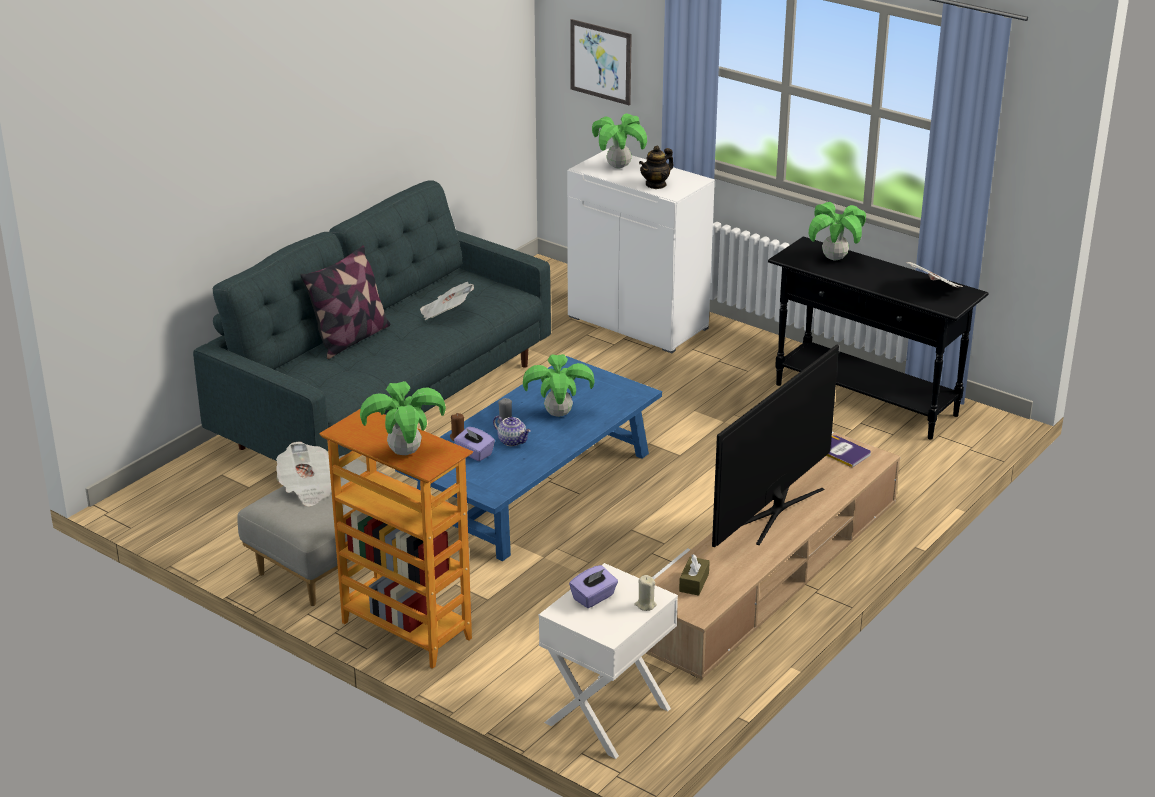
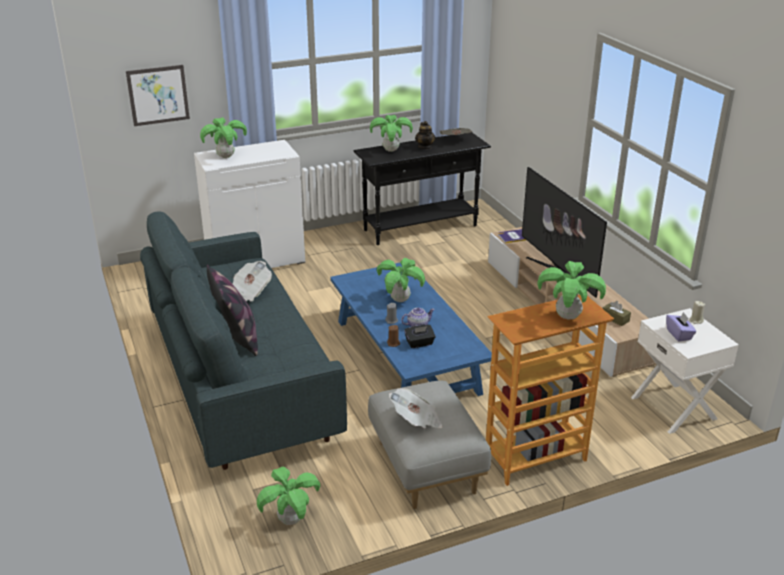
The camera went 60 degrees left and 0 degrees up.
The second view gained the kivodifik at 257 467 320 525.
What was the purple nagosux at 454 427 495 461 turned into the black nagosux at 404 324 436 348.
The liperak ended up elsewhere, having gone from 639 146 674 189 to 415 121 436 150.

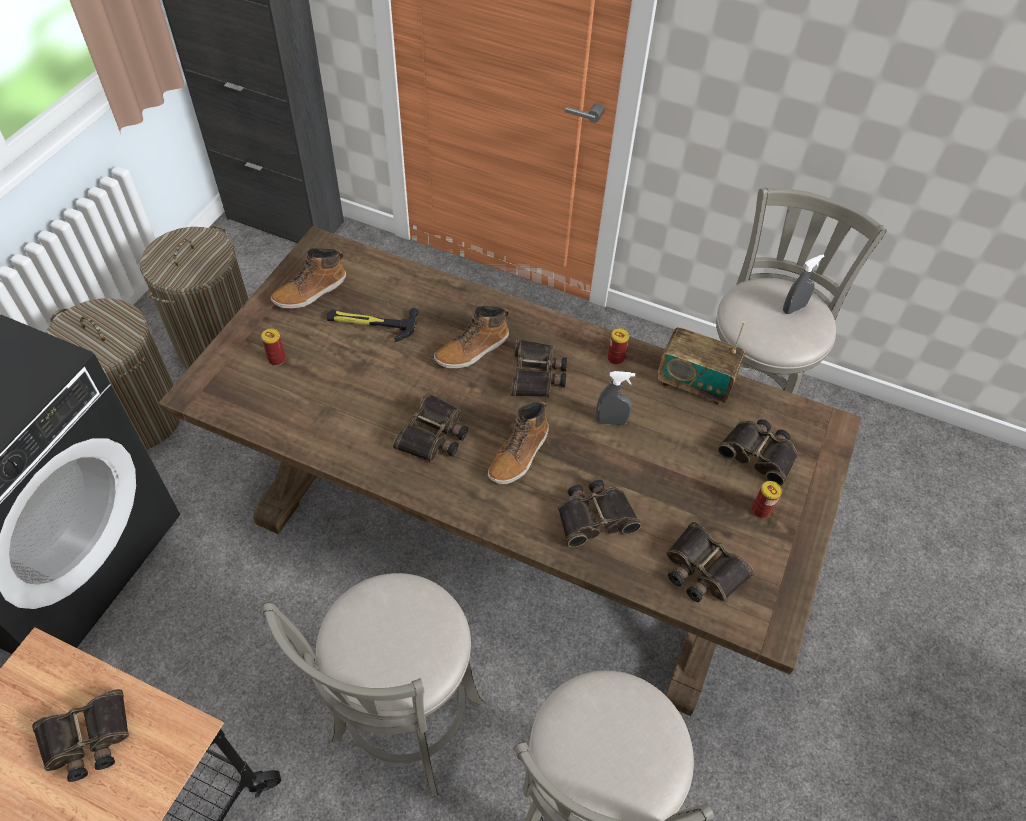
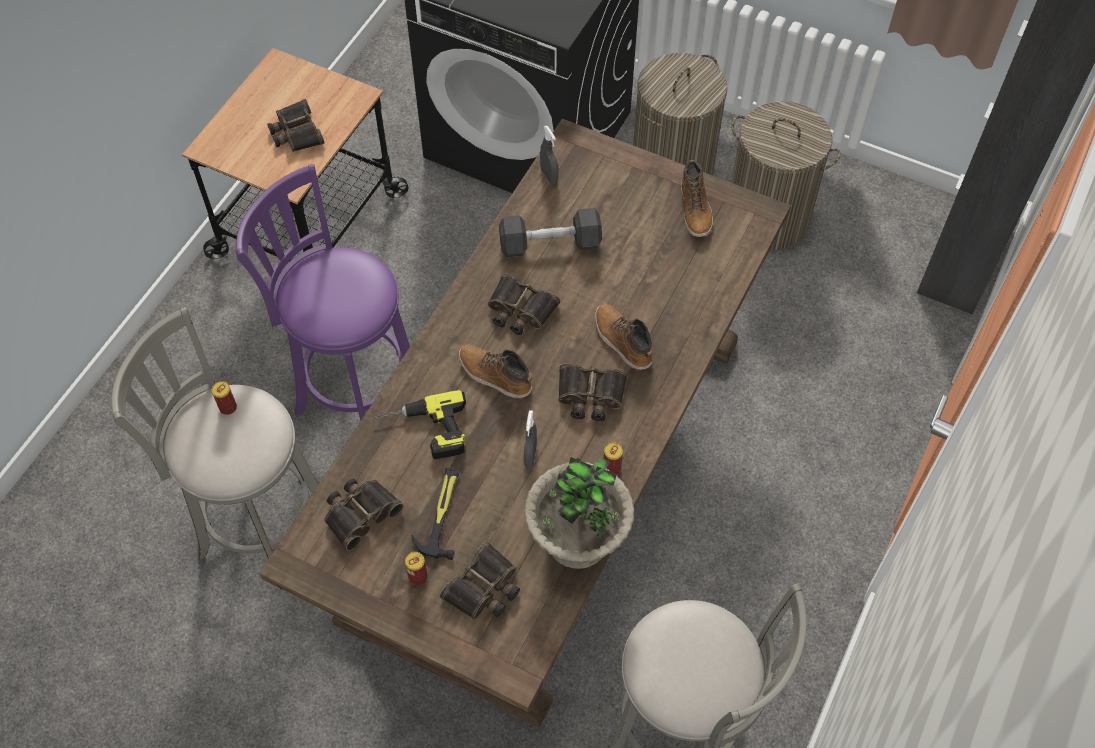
The camera went 95 degrees right and 5 degrees up.
The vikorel ended up elsewhere, having gone from 261 329 286 366 to 212 381 237 415.
What was the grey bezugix at 262 573 485 797 turned into the purple bezugix at 236 164 410 421.
Where the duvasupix stood at 558 480 641 547, the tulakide came to stand at 373 390 466 459.
The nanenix ended up elsewhere, having gone from 327 308 419 342 to 411 468 459 560.
The second view gained the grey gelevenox at 499 208 602 257.
Where the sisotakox stood at 657 322 745 405, the kivodifik came to stand at 524 457 634 569.
The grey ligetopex ended up elsewhere, having gone from 783 254 824 314 to 540 126 559 185.
The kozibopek at 271 248 347 309 ended up facing another way, 150 degrees counterclockwise from before.

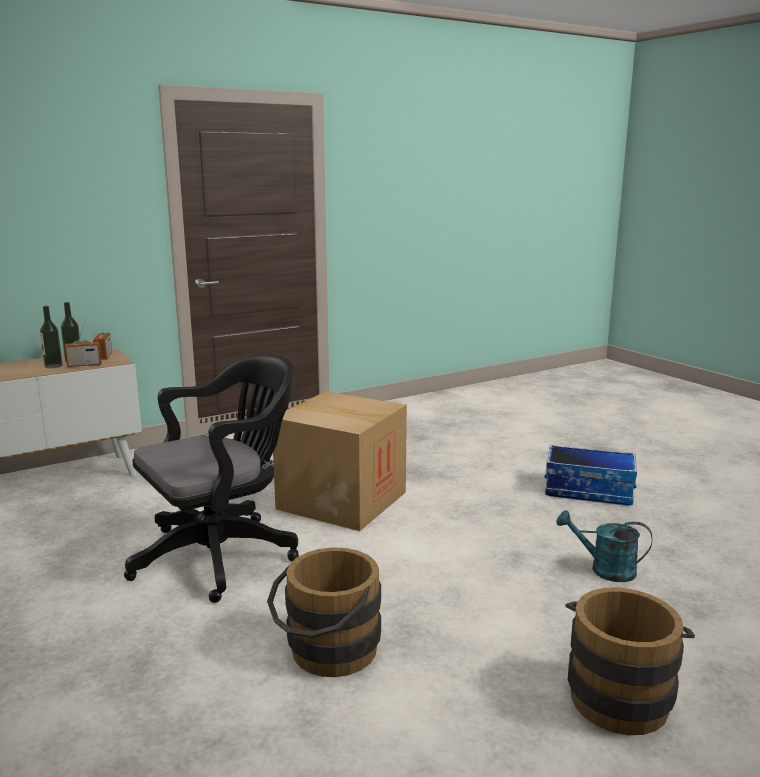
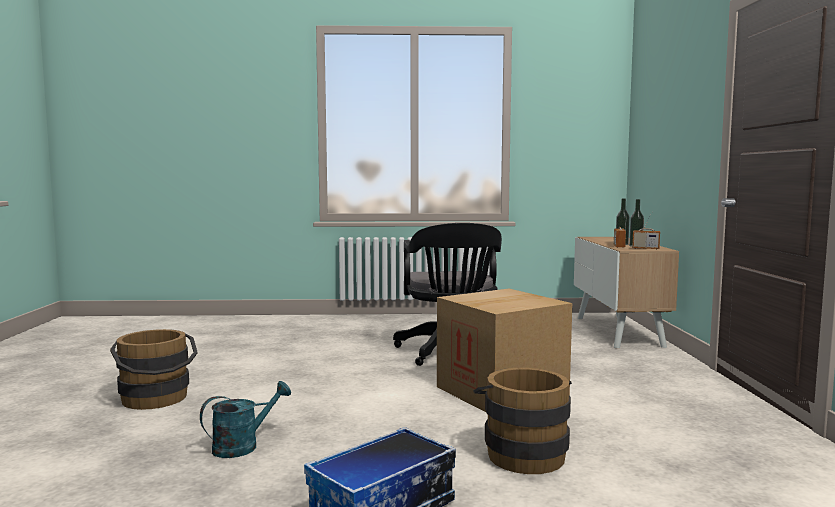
The camera went 120 degrees right and 10 degrees down.
The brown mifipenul ended up elsewhere, having gone from 267 547 381 677 to 473 368 572 474.

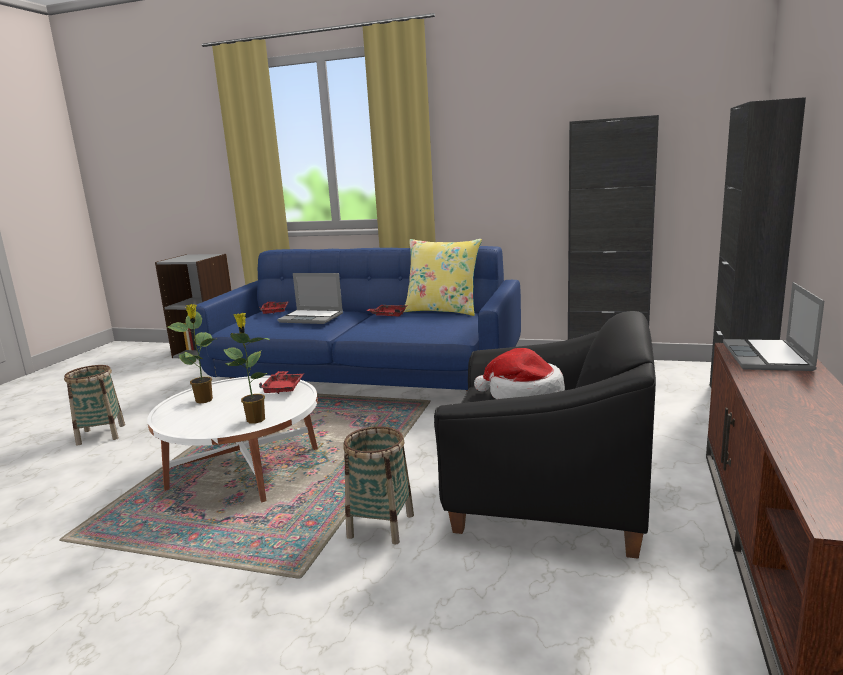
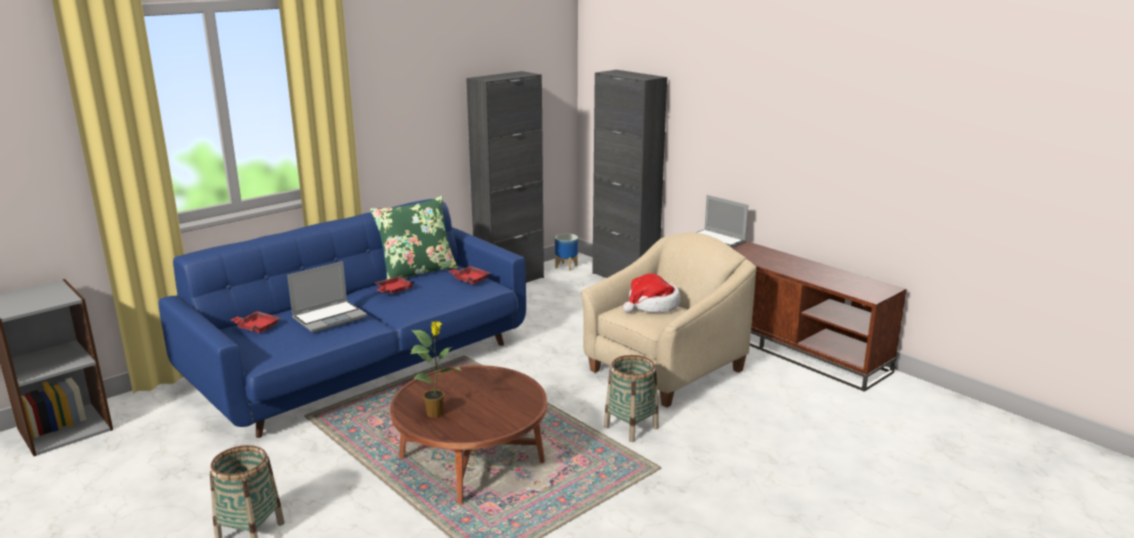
The camera went 60 degrees left and 5 degrees up.
What was the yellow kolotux at 404 239 482 316 turned into the green kolotux at 370 196 458 279.
What was the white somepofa at 147 376 318 502 turned into the brown somepofa at 390 365 547 505.
The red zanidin ended up elsewhere, having gone from 259 371 304 394 to 448 266 490 284.
The second view gained the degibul at 555 233 578 271.
What was the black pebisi at 434 311 656 559 turned into the beige pebisi at 581 232 756 408.
The second view lost the kivodifik at 224 313 271 424.

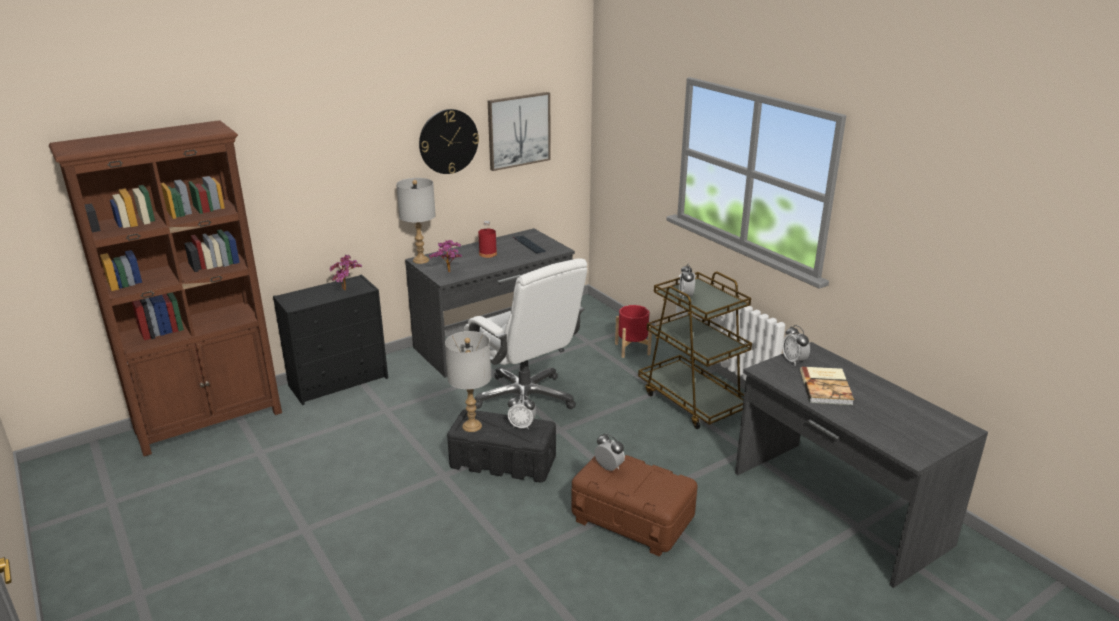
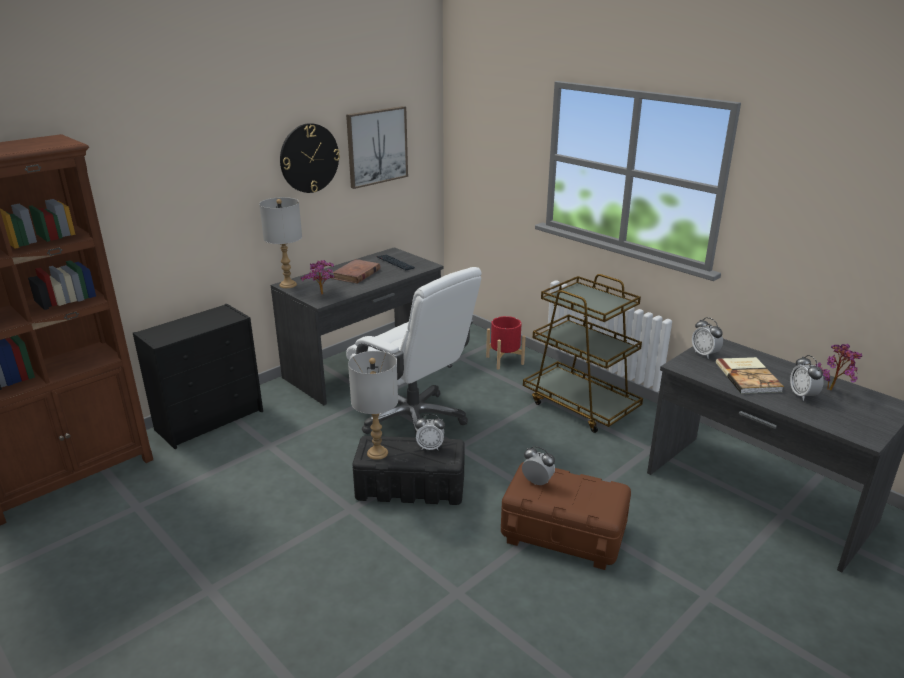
The camera went 10 degrees left and 0 degrees up.
Where the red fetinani stood at 478 221 497 258, the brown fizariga came to stand at 332 259 380 284.
The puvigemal ended up elsewhere, having gone from 679 264 695 299 to 790 355 824 401.
The kivodifik ended up elsewhere, having gone from 330 255 362 290 to 816 344 862 390.

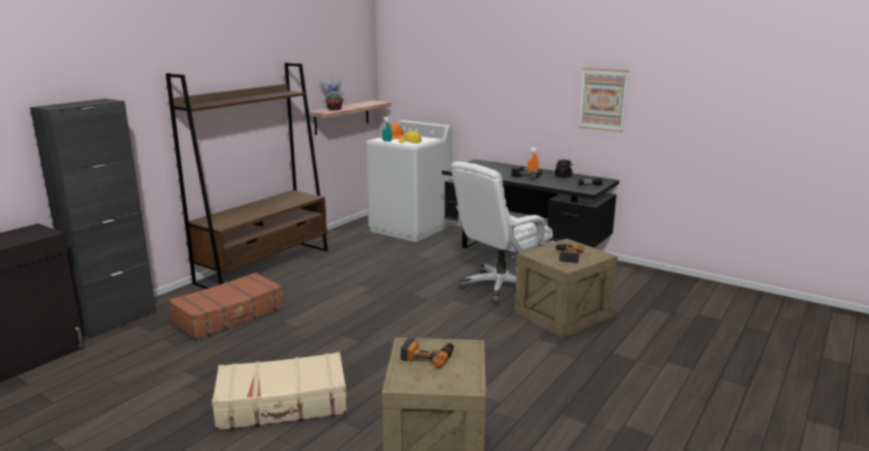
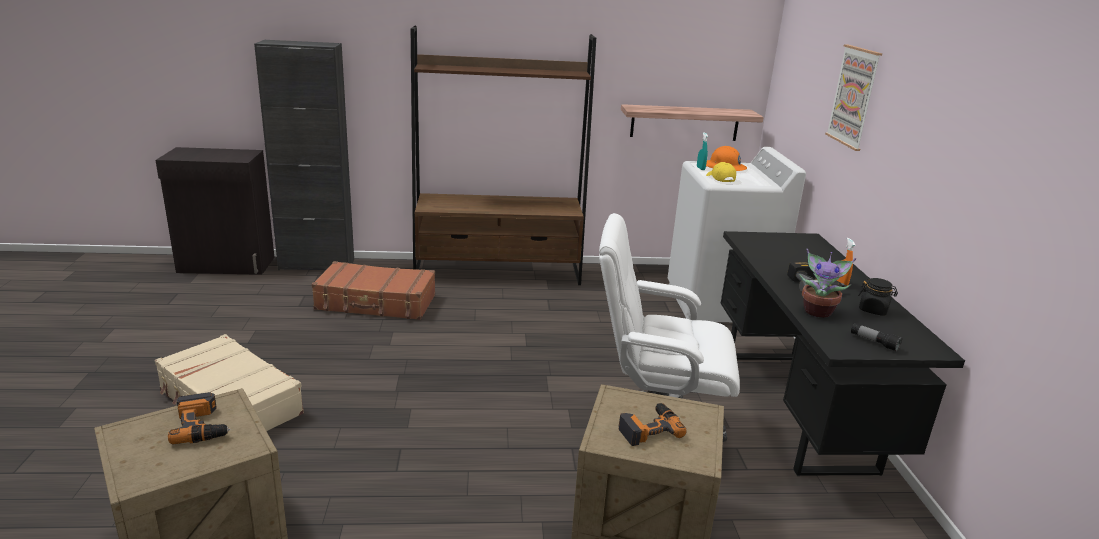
The camera went 50 degrees right and 5 degrees up.
The kivodifik ended up elsewhere, having gone from 320 80 345 110 to 799 249 856 318.
The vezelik ended up elsewhere, having gone from 579 68 628 132 to 825 44 882 151.

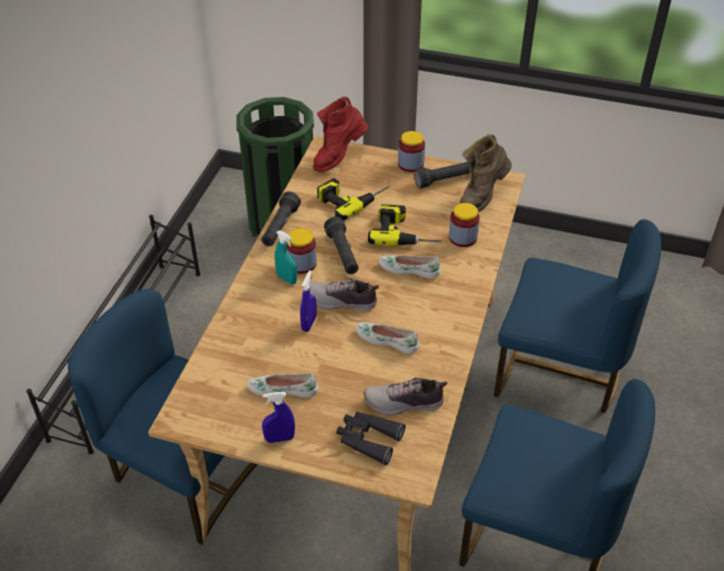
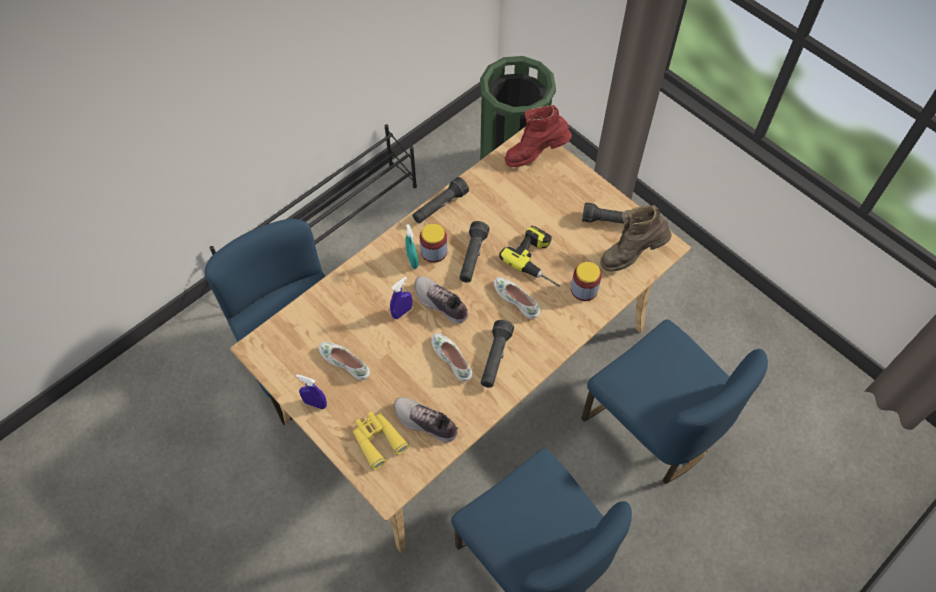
The camera went 30 degrees right and 15 degrees up.
What was the black duvasupix at 336 411 406 466 turned into the yellow duvasupix at 353 411 409 470.
The second view gained the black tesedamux at 481 320 514 388.
The second view lost the tulakide at 317 178 390 221.
The second view lost the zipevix at 398 131 425 172.

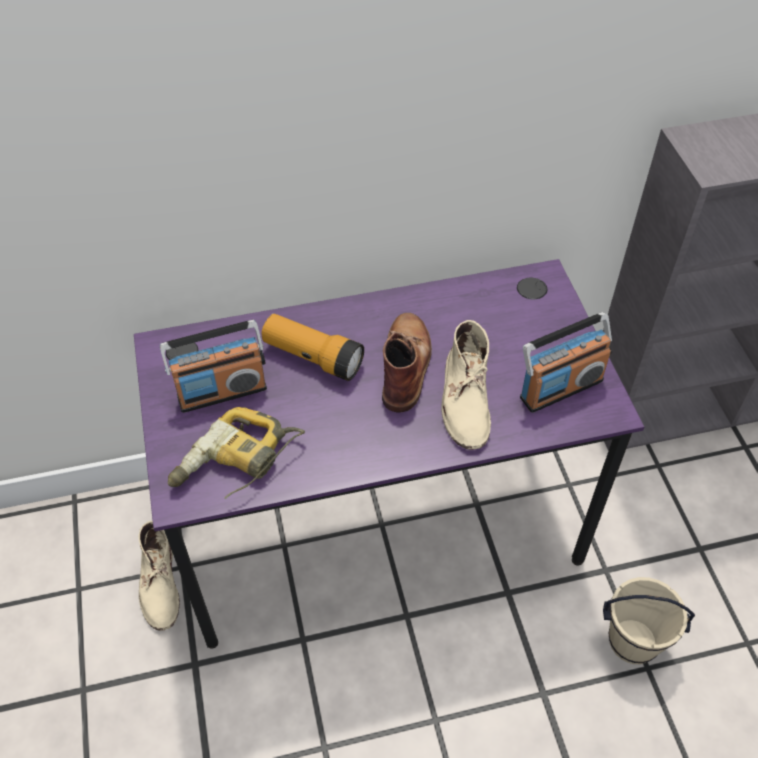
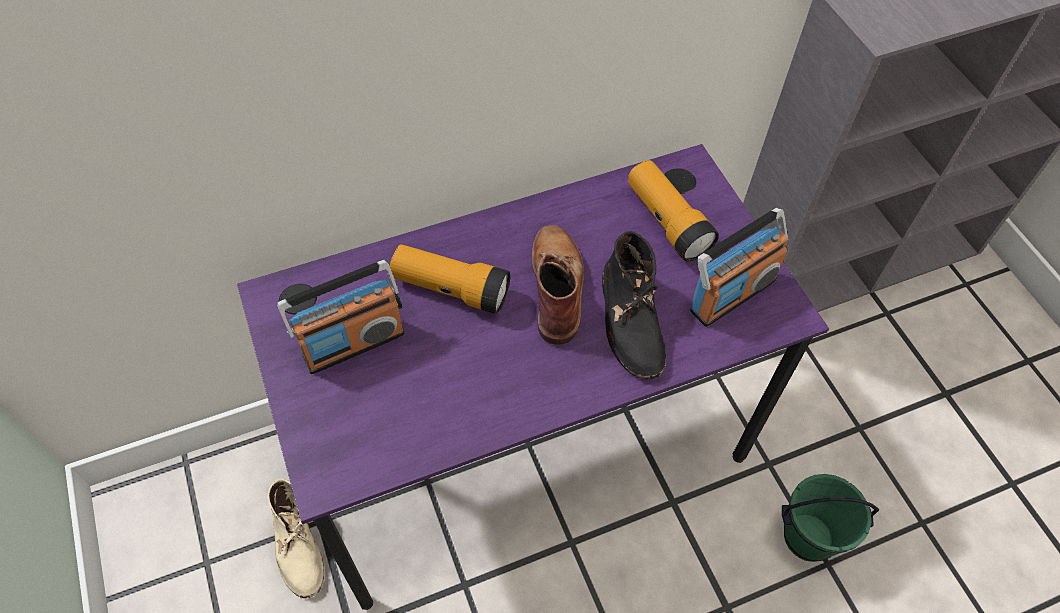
The camera went 10 degrees left and 5 degrees up.
What was the beige kozibopek at 441 320 491 450 turned into the black kozibopek at 602 231 666 379.
The second view gained the tesedamux at 628 160 719 261.
What was the beige mifipenul at 603 577 695 664 turned into the green mifipenul at 782 474 879 562.
The second view lost the tulakide at 168 407 305 499.

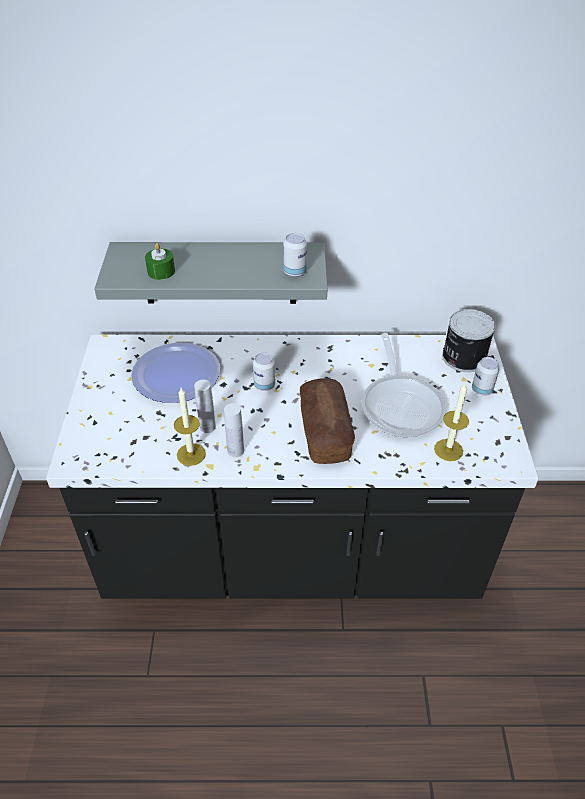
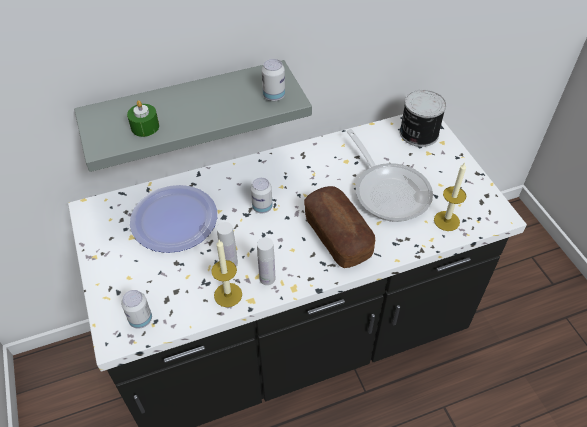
The camera went 20 degrees left and 5 degrees up.
The vikorel ended up elsewhere, having gone from 472 357 500 396 to 121 290 152 329.

